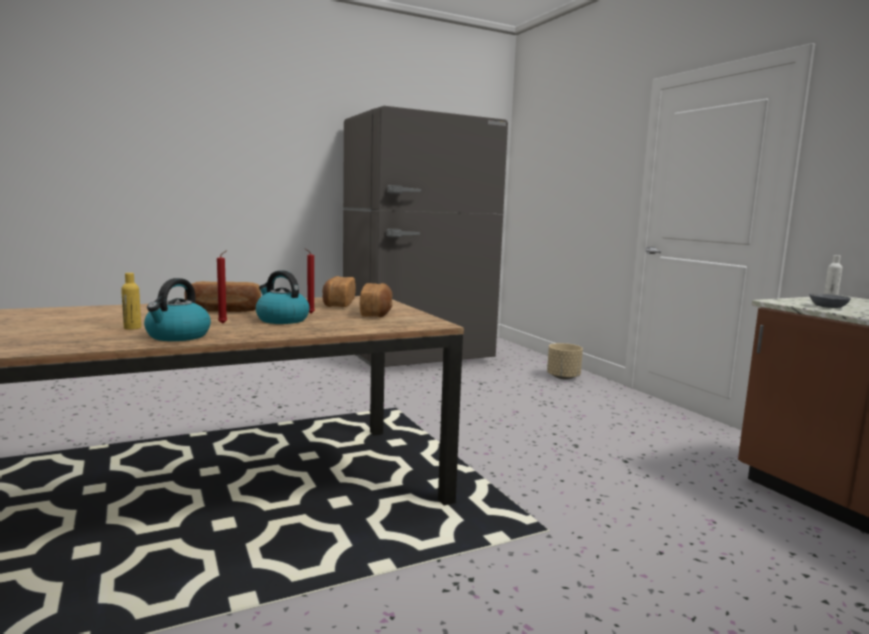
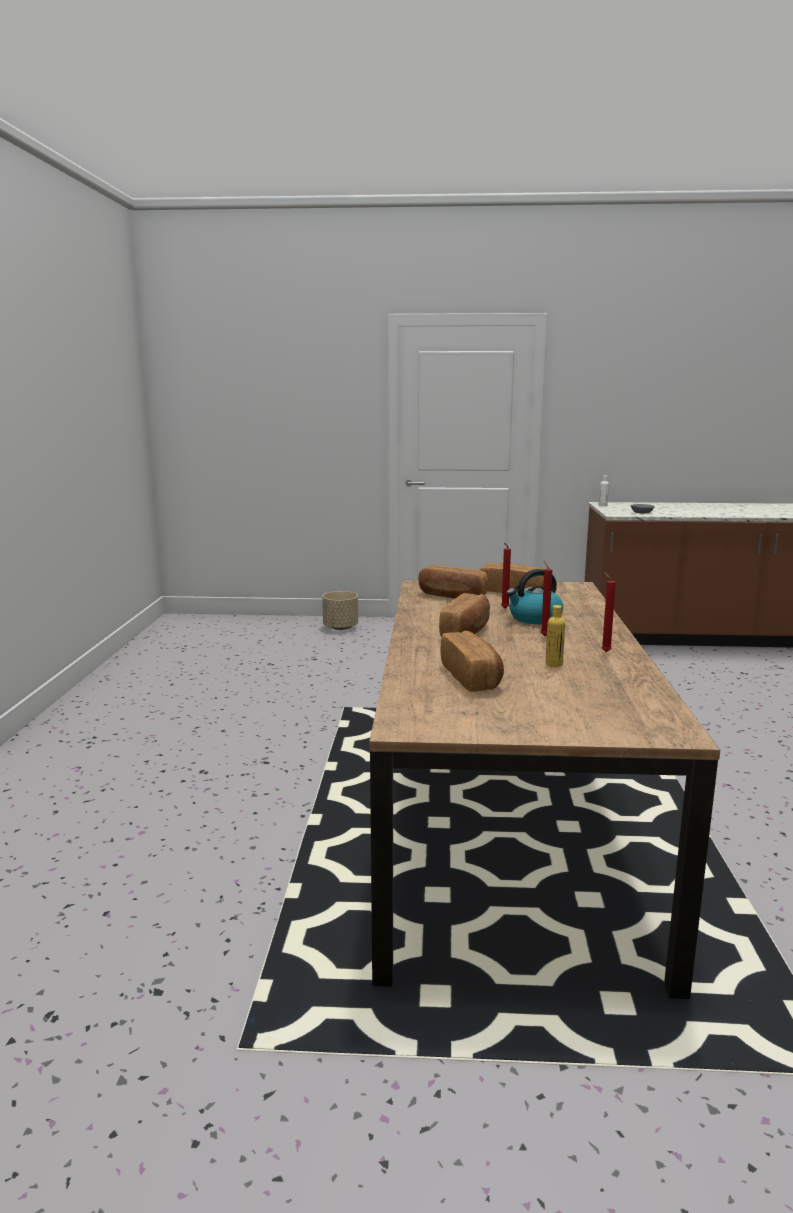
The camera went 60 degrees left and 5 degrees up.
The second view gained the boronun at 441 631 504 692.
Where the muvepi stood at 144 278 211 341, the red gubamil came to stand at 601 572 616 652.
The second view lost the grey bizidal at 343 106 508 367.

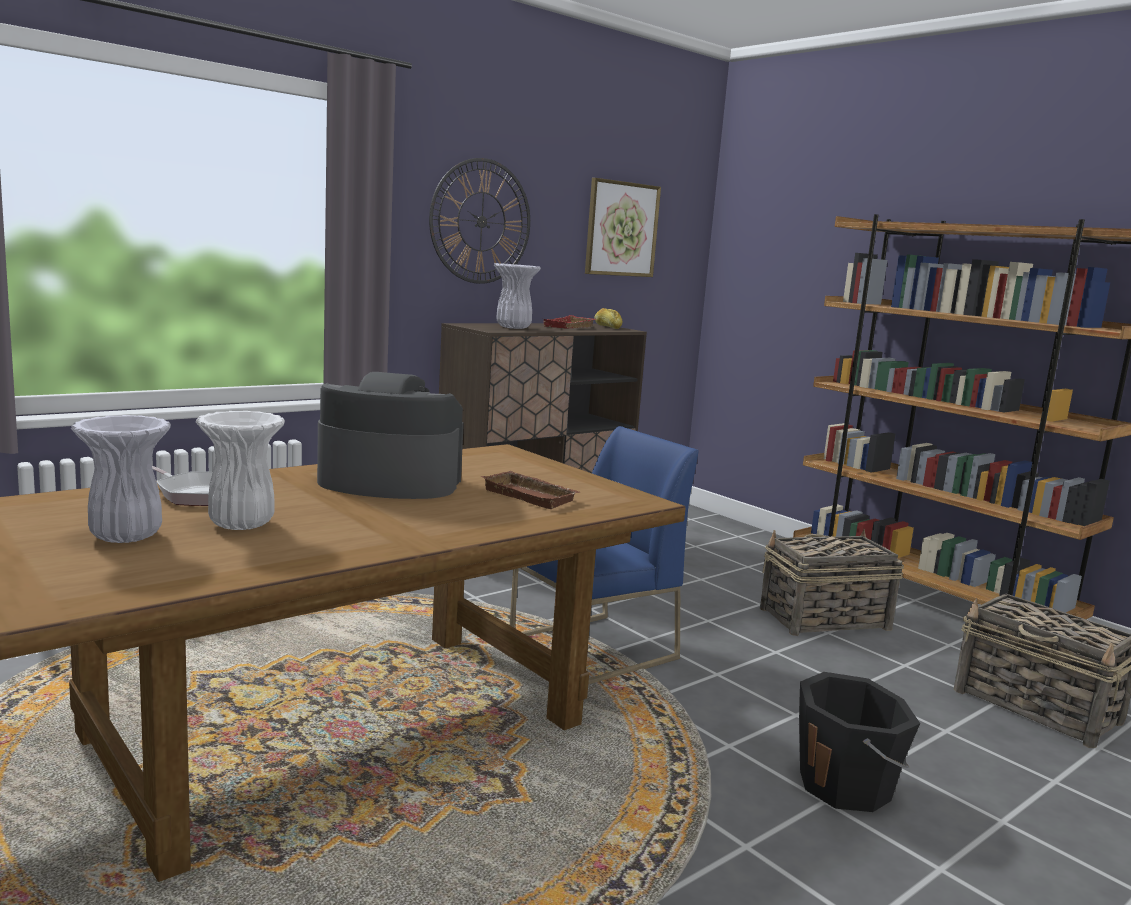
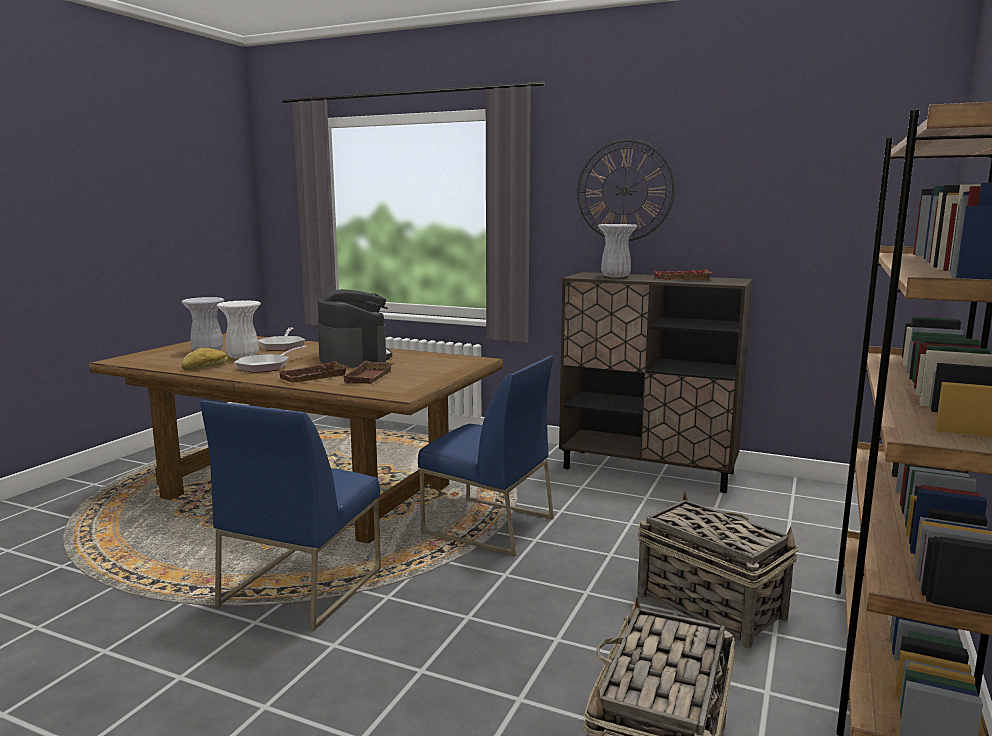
The camera went 65 degrees right and 0 degrees up.
The boronun ended up elsewhere, having gone from 594 308 622 329 to 181 347 228 370.
The second view gained the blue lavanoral at 200 400 381 631.
The second view gained the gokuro at 234 346 307 373.
The second view gained the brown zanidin at 279 361 348 383.
The second view lost the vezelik at 585 178 661 277.
The second view lost the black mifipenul at 799 672 920 812.

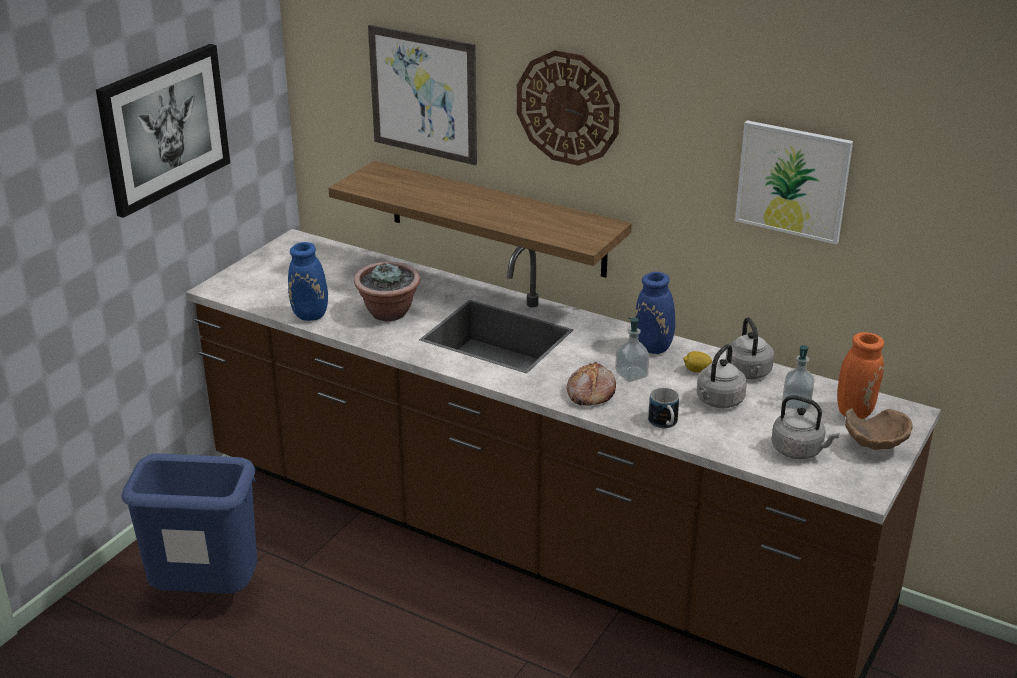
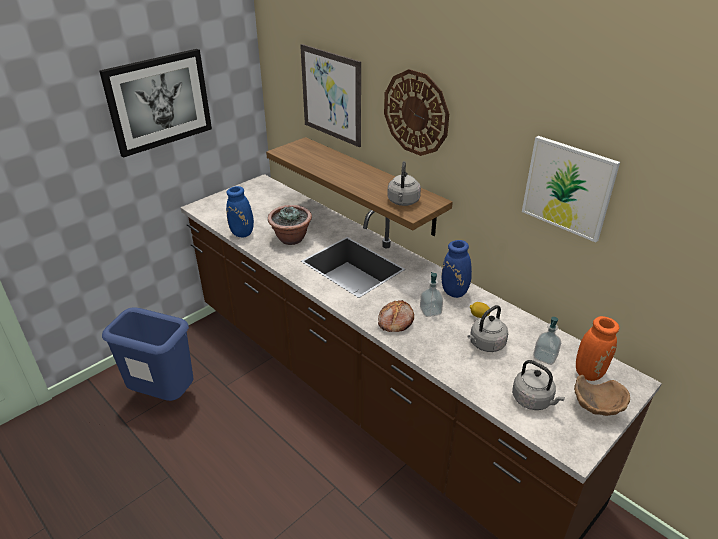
The camera went 15 degrees right and 5 degrees up.
The grey muvepi ended up elsewhere, having gone from 726 317 774 379 to 387 161 421 206.
The second view lost the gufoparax at 648 388 679 428.

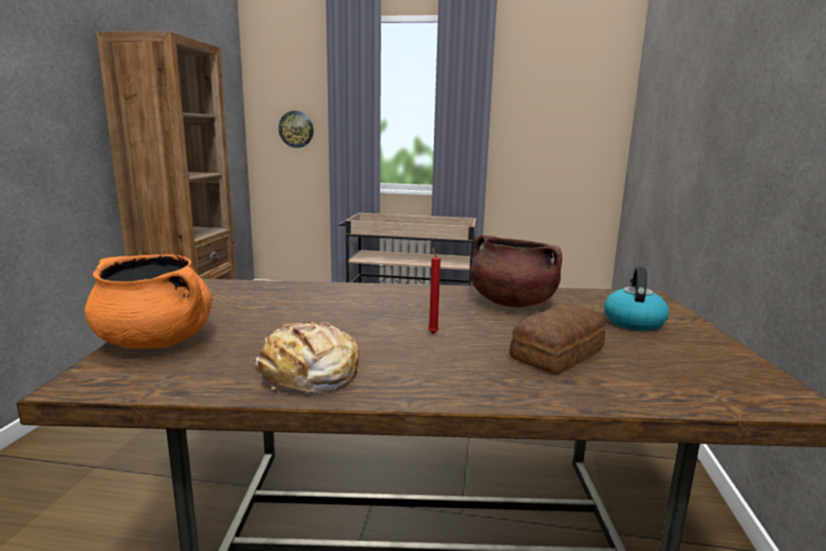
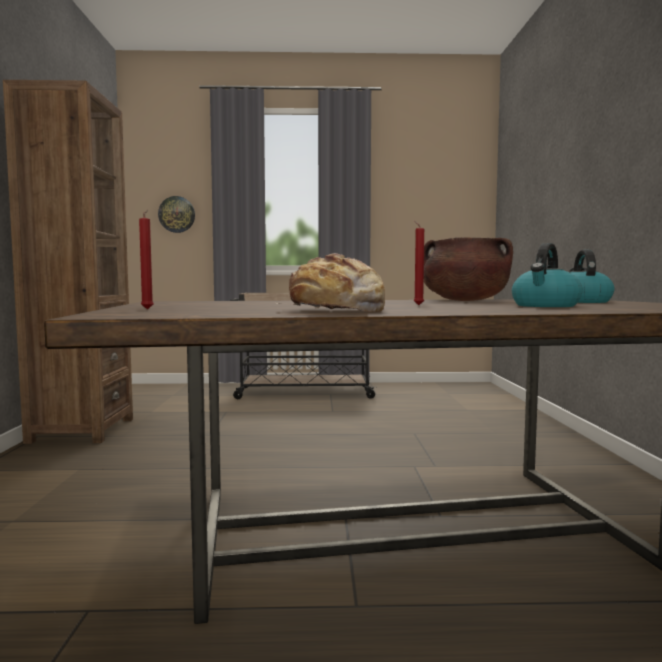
The camera went 10 degrees left and 10 degrees down.
Where the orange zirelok stood at 84 254 212 349, the red gubamil came to stand at 139 210 154 310.
Where the boronun stood at 510 304 606 374, the muvepi came to stand at 512 243 583 307.

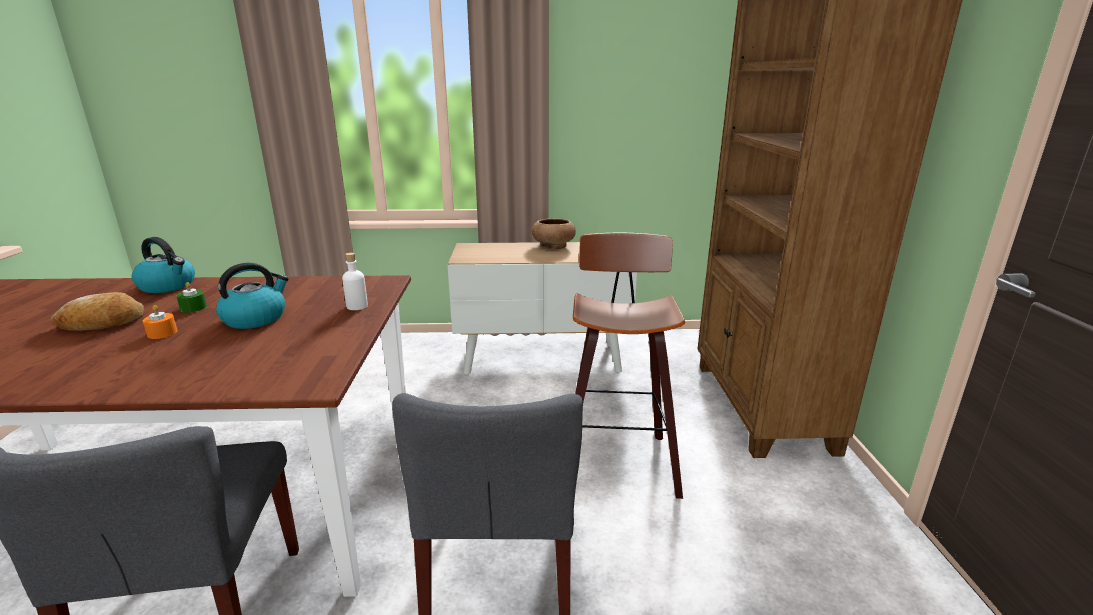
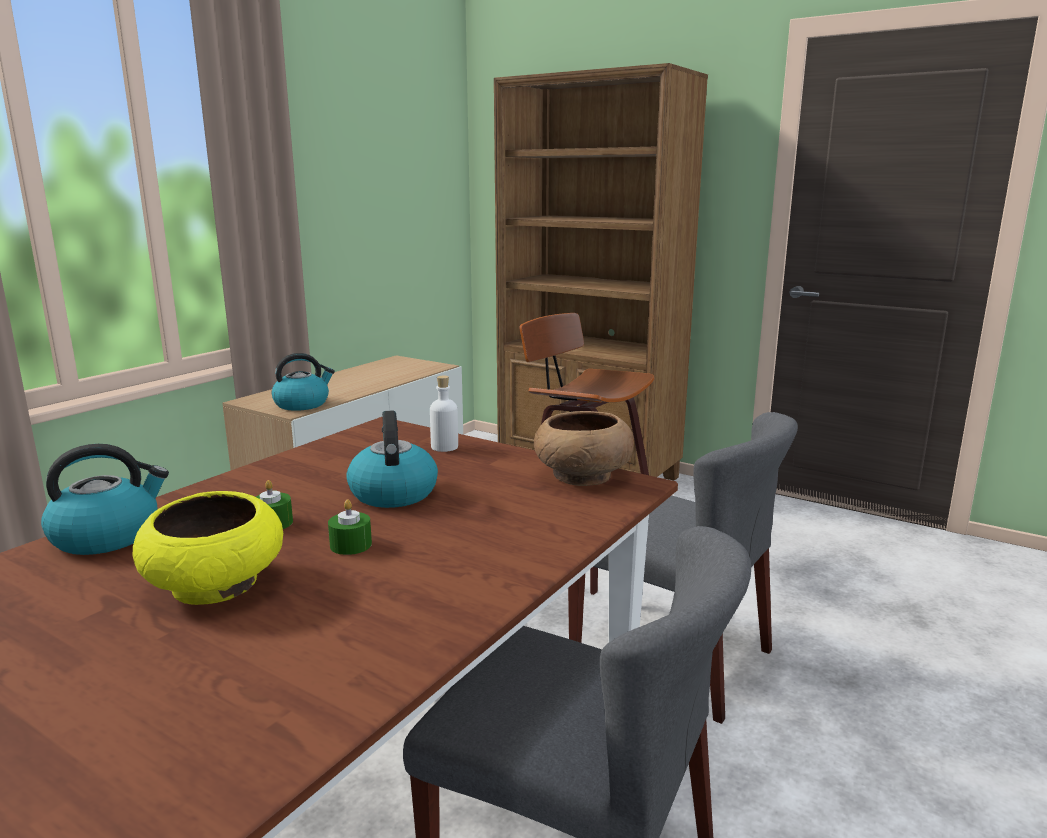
The camera went 55 degrees left and 5 degrees down.
Where the boronun stood at 50 292 145 331, the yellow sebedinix came to stand at 133 491 283 605.
The second view gained the muvepi at 272 353 335 411.
What was the orange gubamil at 143 305 177 339 turned into the green gubamil at 328 499 372 555.
The brown sebedinix ended up elsewhere, having gone from 532 218 576 250 to 534 411 634 486.

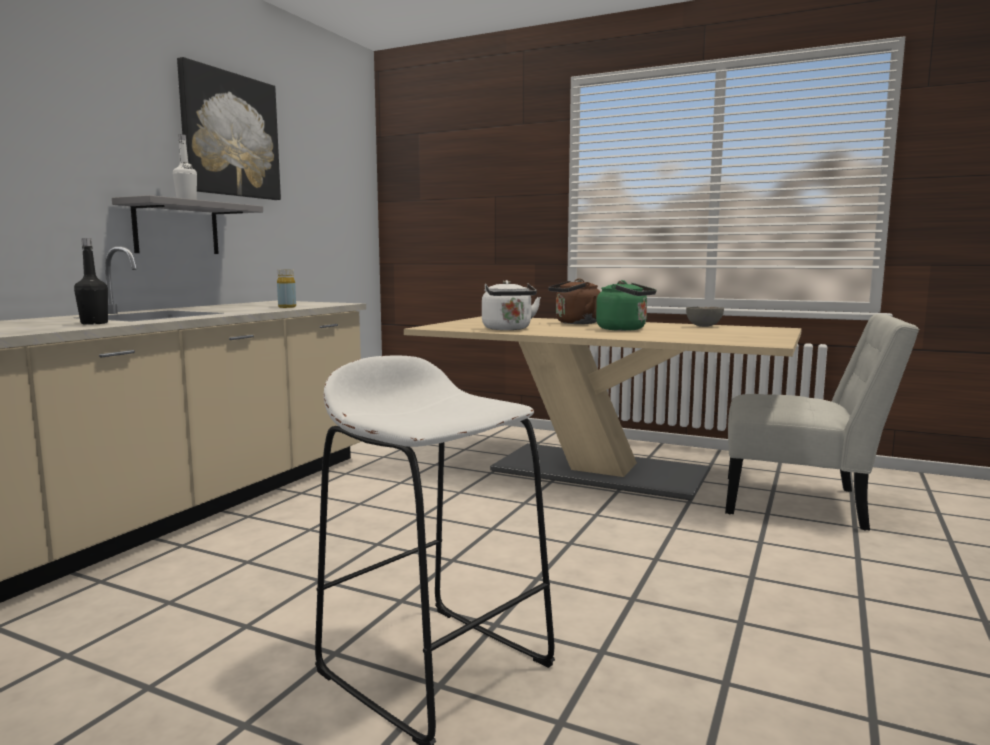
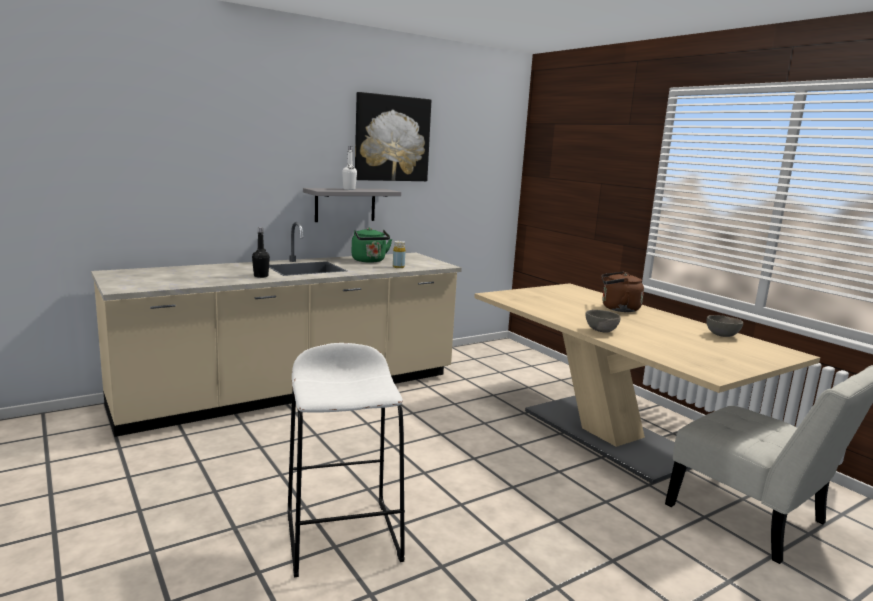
The camera went 30 degrees right and 5 degrees up.
The green muvepi ended up elsewhere, having gone from 596 280 656 331 to 352 228 392 263.
The second view gained the grey sebedinix at 586 310 621 333.
The second view lost the white muvepi at 482 280 541 330.

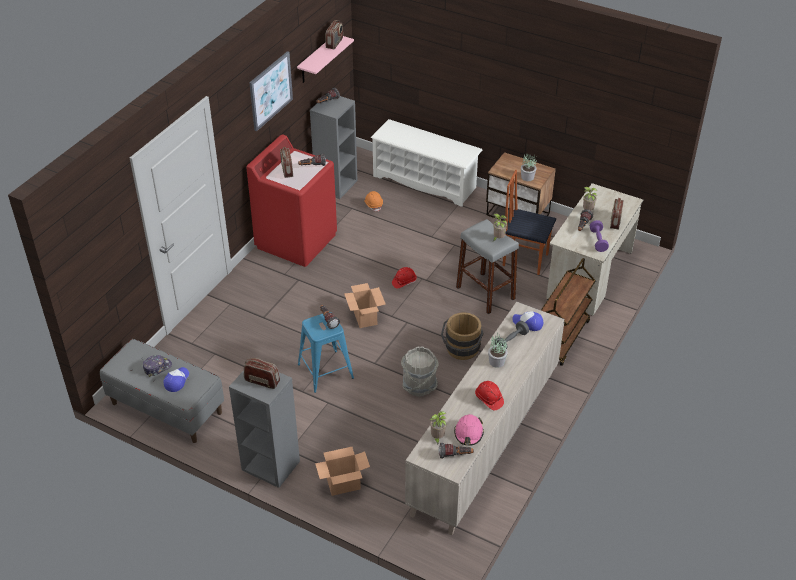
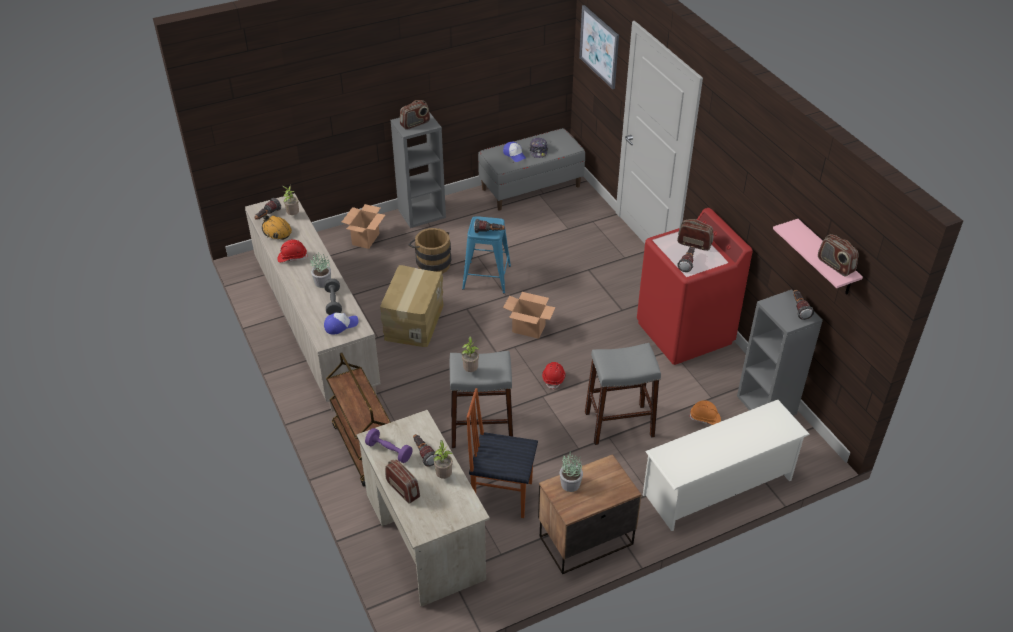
The camera went 125 degrees right and 0 degrees up.
What was the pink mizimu at 454 414 484 446 turned into the orange mizimu at 262 215 292 240.
Where the grey mifipenul stood at 401 346 439 397, the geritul came to stand at 380 265 444 347.
The brown mifipenul ended up elsewhere, having gone from 441 312 484 360 to 409 228 451 274.
The lavanoral at 503 170 556 275 ended up facing another way, 135 degrees counterclockwise from before.
The vezelik ended up elsewhere, having gone from 249 51 293 131 to 579 5 619 89.
The second view gained the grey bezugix at 585 343 661 445.

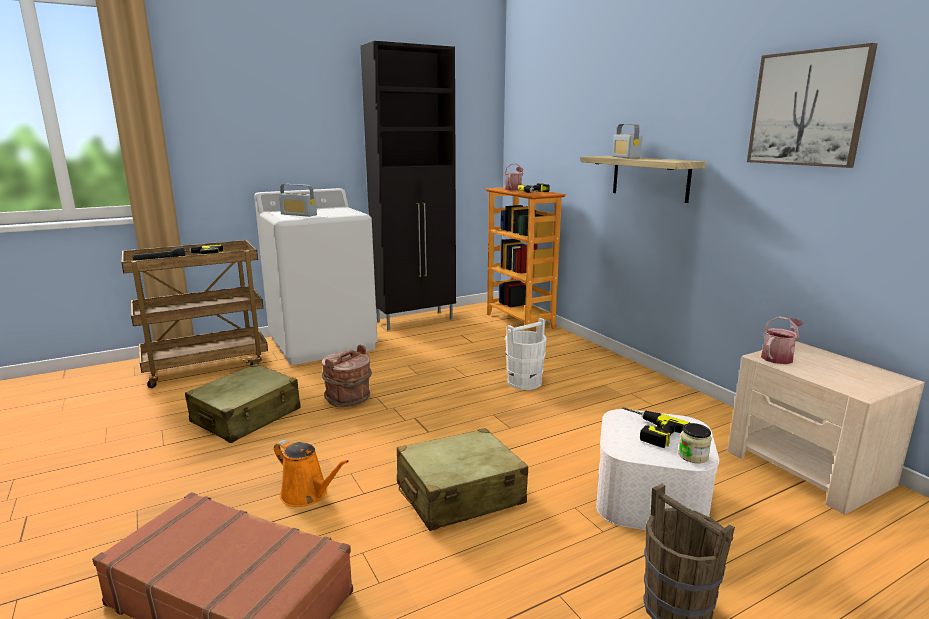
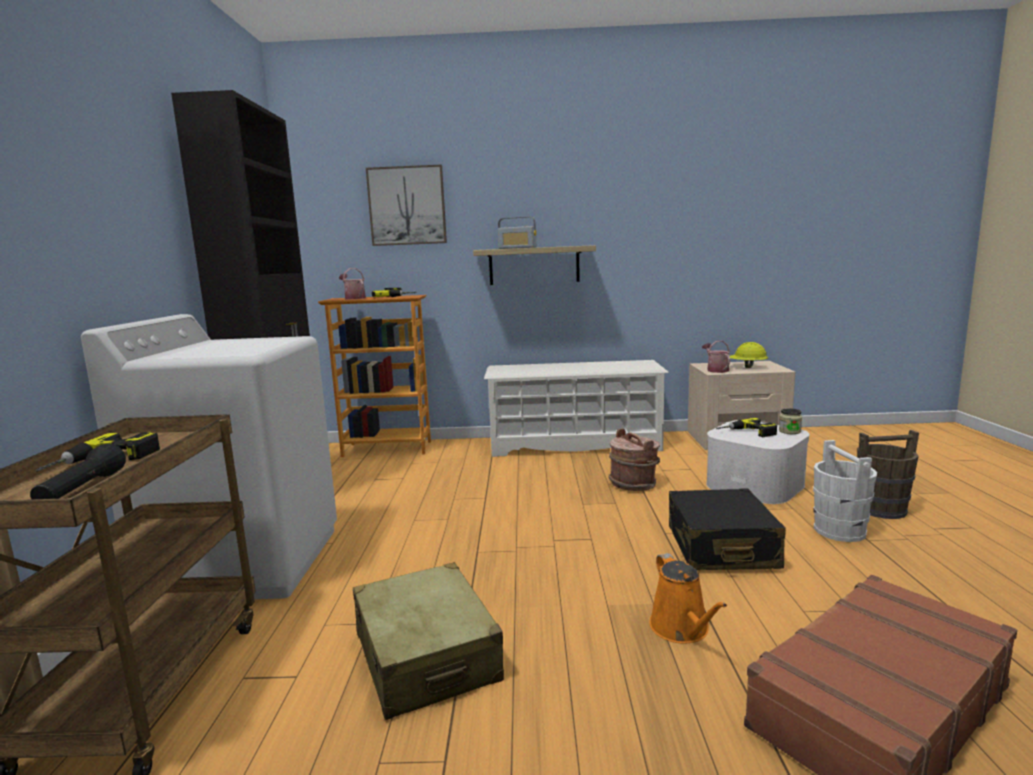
The camera went 60 degrees left and 5 degrees down.
The vezelik ended up elsewhere, having gone from 747 43 878 168 to 366 165 447 246.
The second view gained the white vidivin at 484 360 669 457.
The brown mifipenul ended up elsewhere, having gone from 322 345 372 407 to 609 428 660 491.
The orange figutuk at 274 440 349 507 ended up facing another way, 105 degrees clockwise from before.
What was the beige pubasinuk at 397 428 528 531 turned into the black pubasinuk at 669 489 786 570.
The second view gained the yellow mizimu at 730 342 768 368.
The white mifipenul ended up elsewhere, having gone from 505 318 547 390 to 813 440 877 542.
The second view lost the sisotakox at 279 184 317 217.

